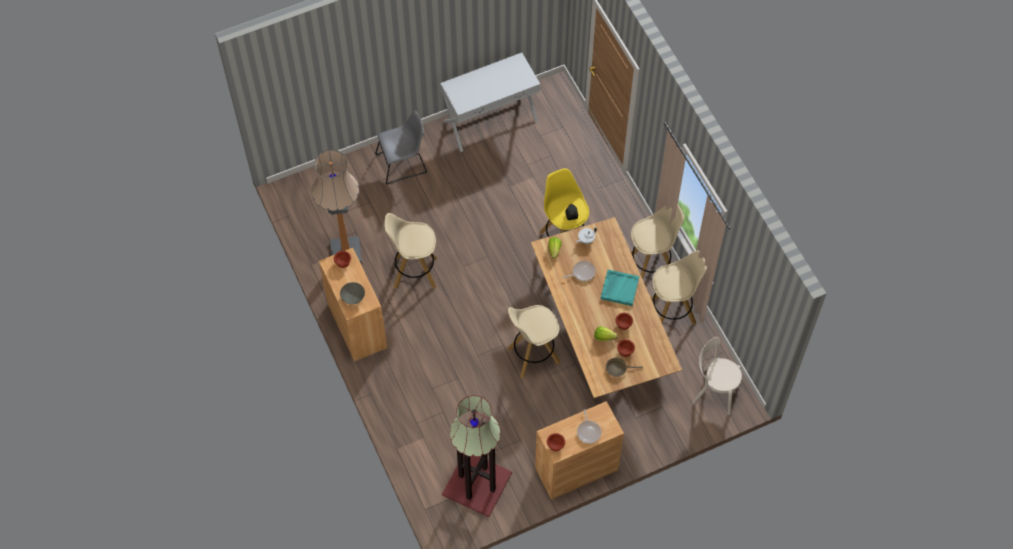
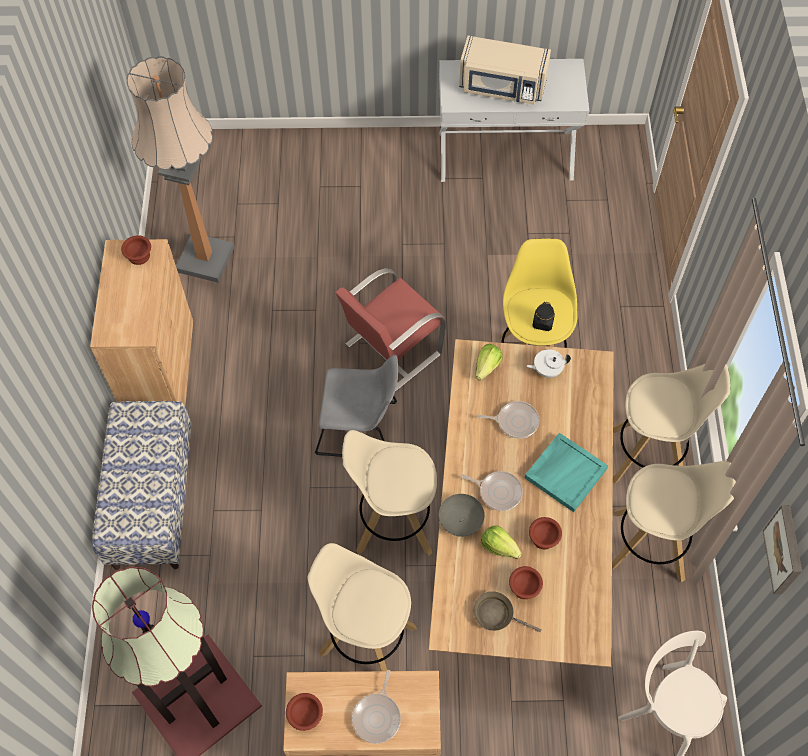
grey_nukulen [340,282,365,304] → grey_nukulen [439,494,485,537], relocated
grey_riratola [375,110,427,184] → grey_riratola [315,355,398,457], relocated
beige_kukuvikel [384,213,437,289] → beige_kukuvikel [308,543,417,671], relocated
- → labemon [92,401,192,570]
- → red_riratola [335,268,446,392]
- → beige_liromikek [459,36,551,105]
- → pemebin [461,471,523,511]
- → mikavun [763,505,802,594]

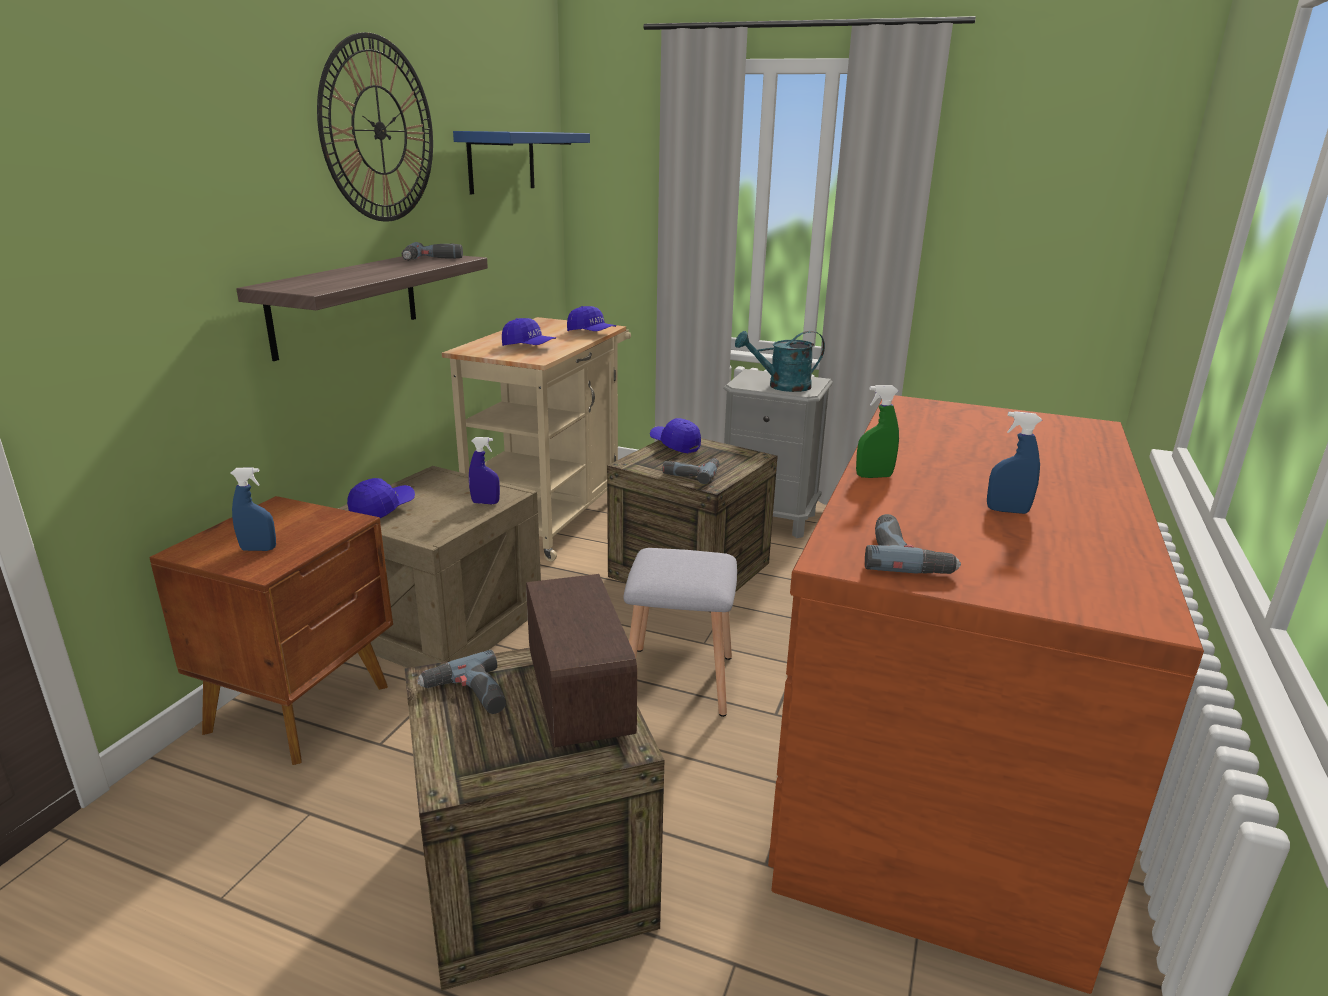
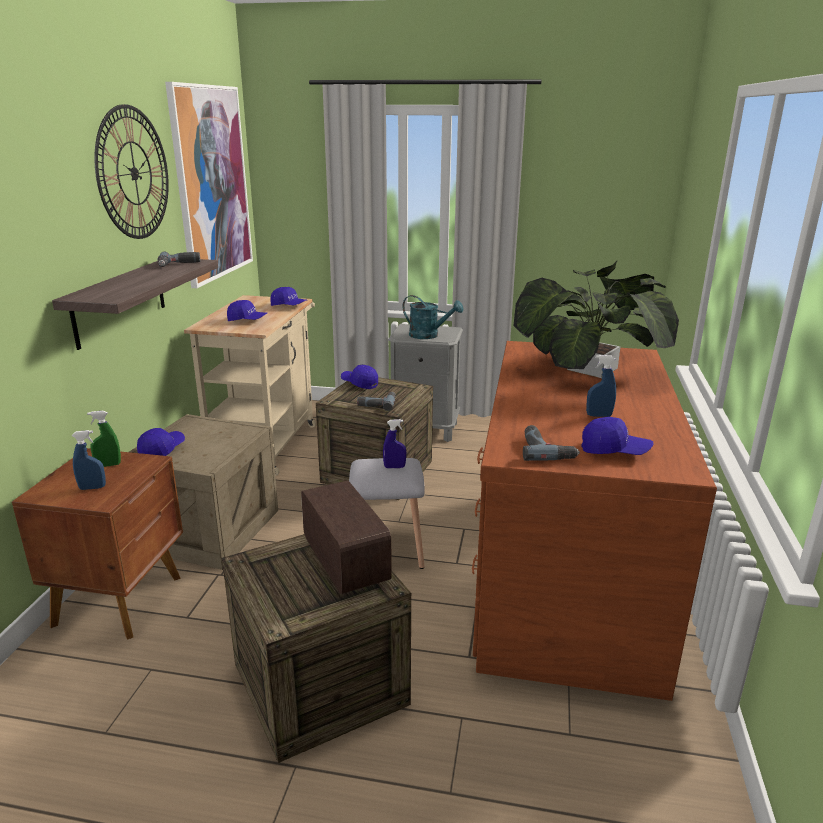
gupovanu [417,650,506,714] → -
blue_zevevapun [453,131,590,194] → mikavun [165,82,253,288]
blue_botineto [469,437,500,504] → blue_botineto [383,419,406,468], relocated
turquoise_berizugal [735,331,825,392] → turquoise_berizugal [403,295,463,339], 135 degrees counterclockwise
green_botineto [856,385,899,478] → green_botineto [87,411,121,467], relocated
- → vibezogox [513,260,679,378]
- → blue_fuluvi [581,417,654,455]

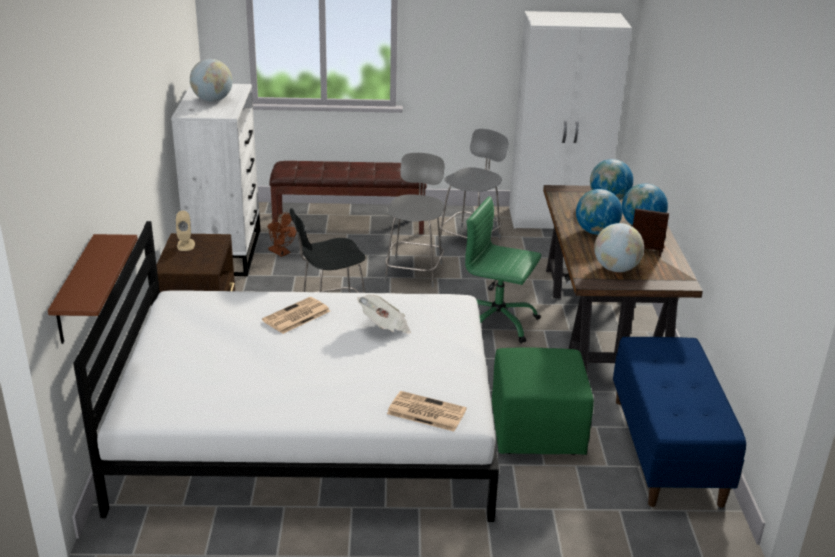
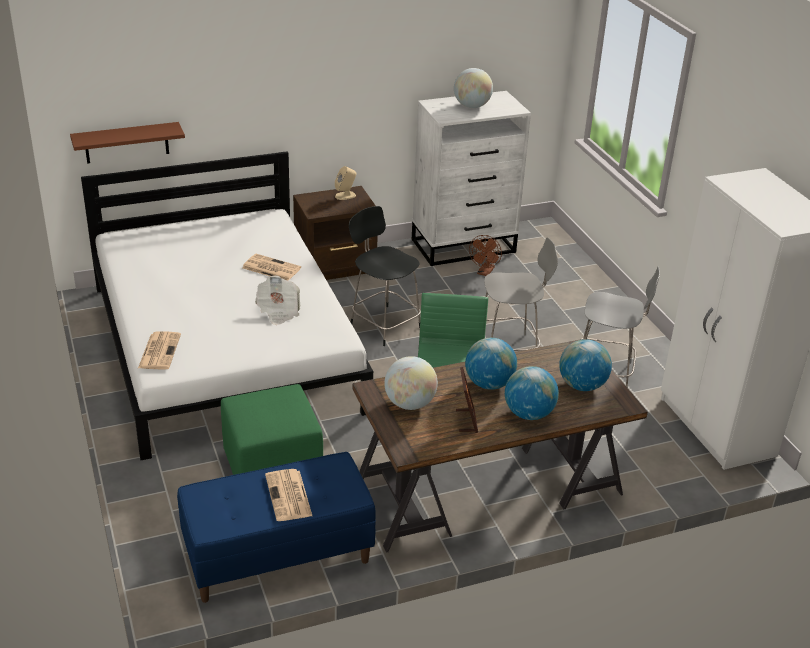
brown_labemon [270,161,427,234] → -
- → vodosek [265,469,312,521]

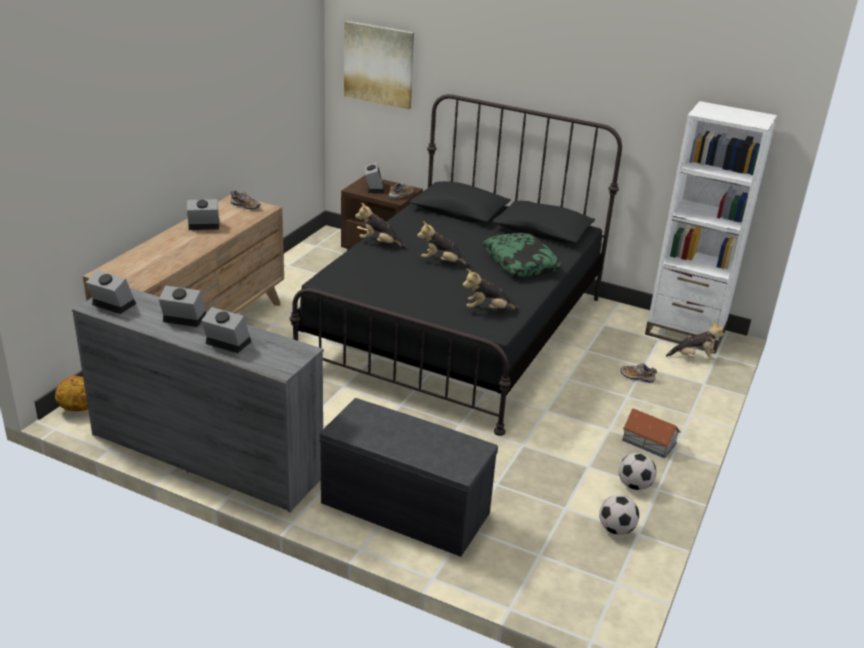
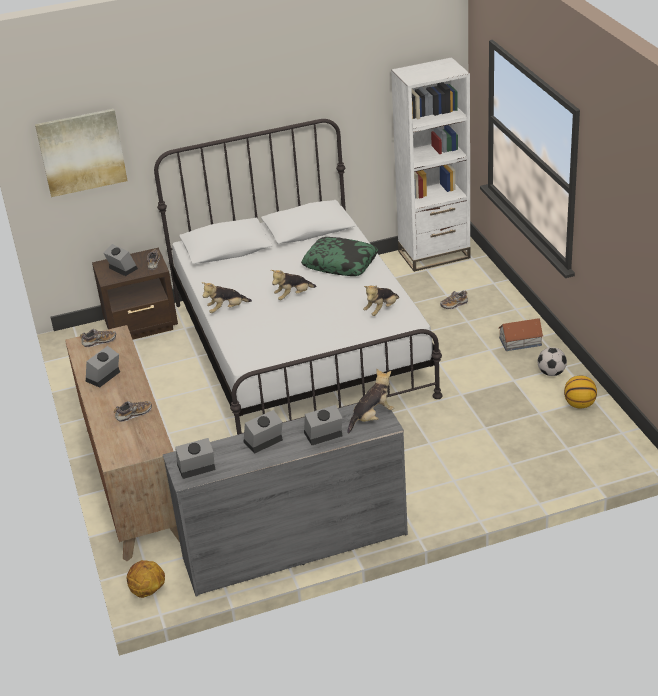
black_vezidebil [290,94,622,436] → white_vezidebil [154,119,442,435]
grey_labemon [319,398,498,557] → -
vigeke [599,495,639,535] → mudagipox [564,375,597,409]
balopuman [666,321,724,360] → balopuman [348,369,394,433], relocated
- → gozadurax [114,401,152,422]

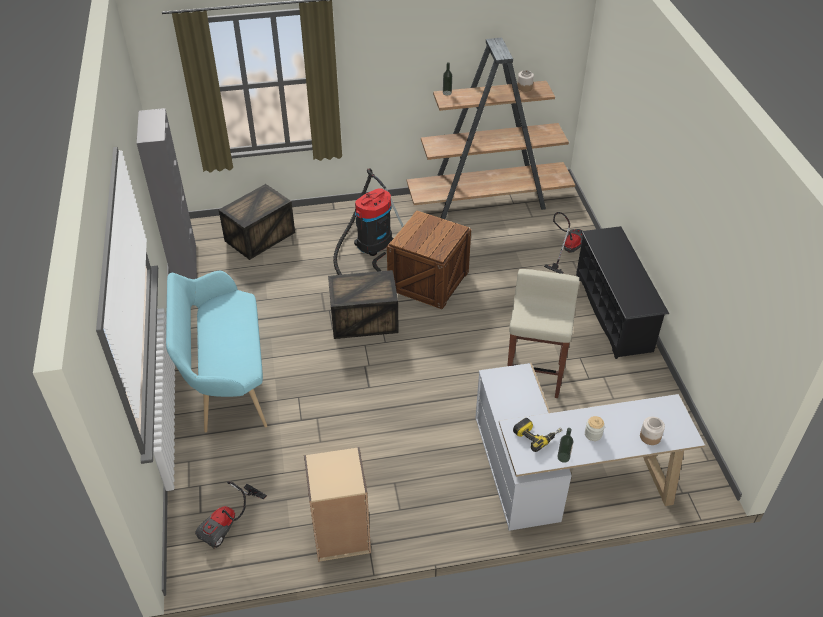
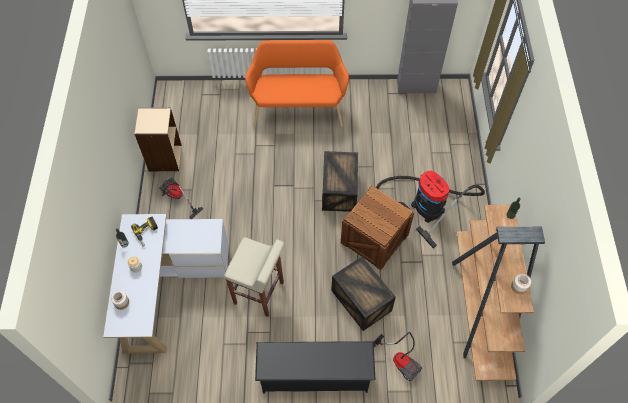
turquoise_labemon [166,271,267,432] → orange_labemon [245,40,349,127]
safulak [195,481,267,548] → safulak [159,178,204,219], relocated
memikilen [219,184,295,260] → memikilen [331,257,396,331], relocated

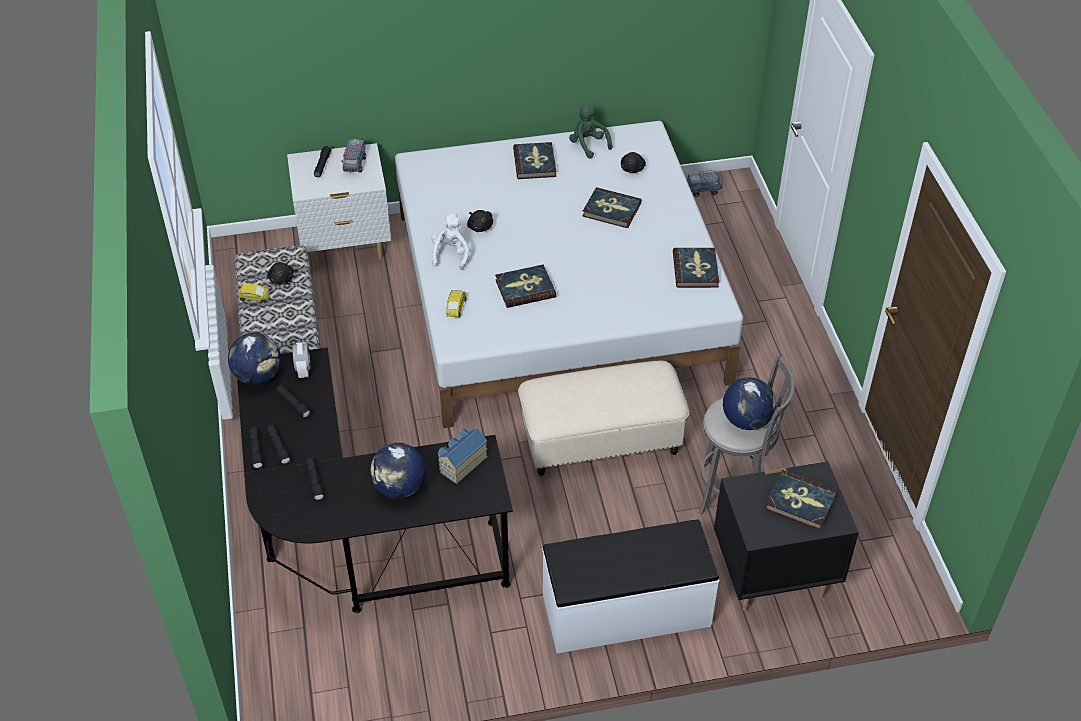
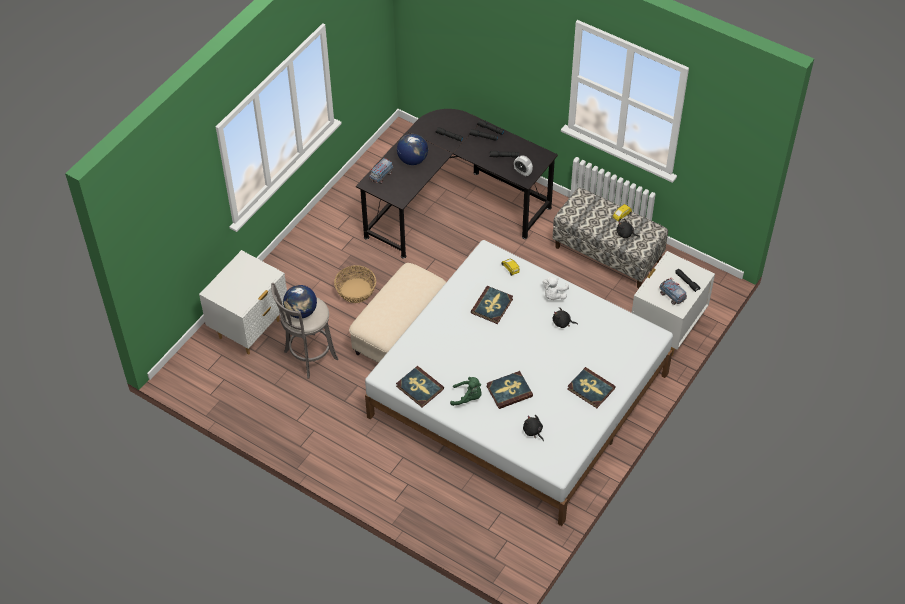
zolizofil [228,333,281,385] → -
white_balopuman [431,213,469,270] → white_balopuman [543,277,569,300], 60 degrees clockwise
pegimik [437,428,488,484] → -
white_labemon [542,519,719,653] → -
green_balopuman [569,106,612,159] → green_balopuman [450,377,482,406], relocated
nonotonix [687,170,722,197] → nonotonix [369,157,393,184], relocated
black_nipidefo [714,461,859,611] → white_nipidefo [199,250,287,354]
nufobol [765,470,838,531] → -
- → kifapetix [334,265,376,303]

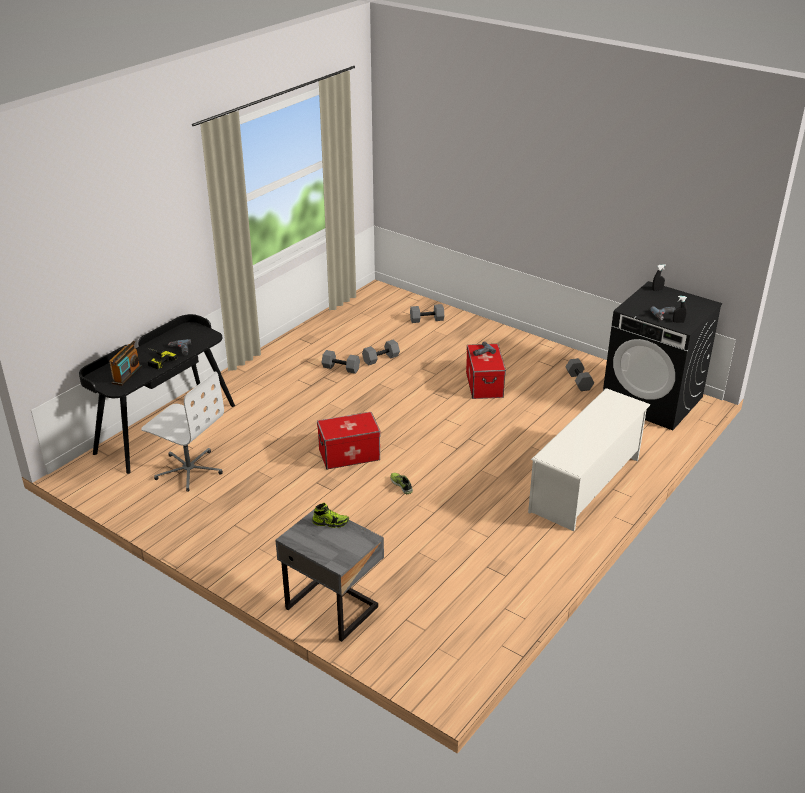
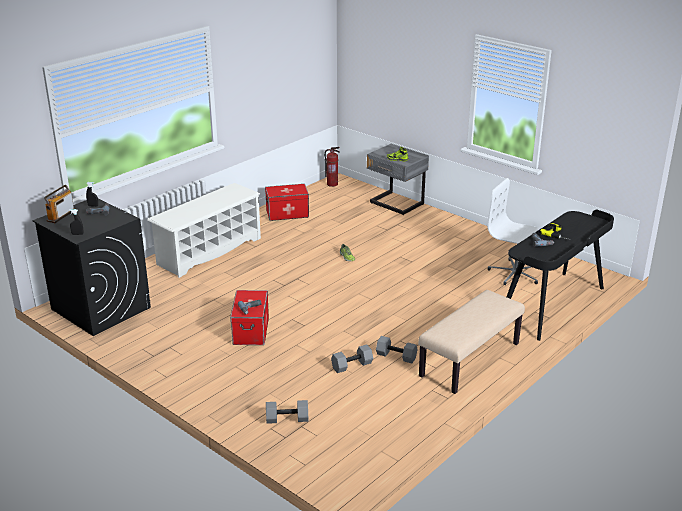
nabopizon [109,341,142,386] → nabopizon [44,185,76,223], relocated
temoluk [317,412,380,469] → temoluk [265,184,309,221], relocated
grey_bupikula [565,358,594,391] → -
- → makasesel [324,147,340,187]
- → beige_labemon [418,290,525,394]

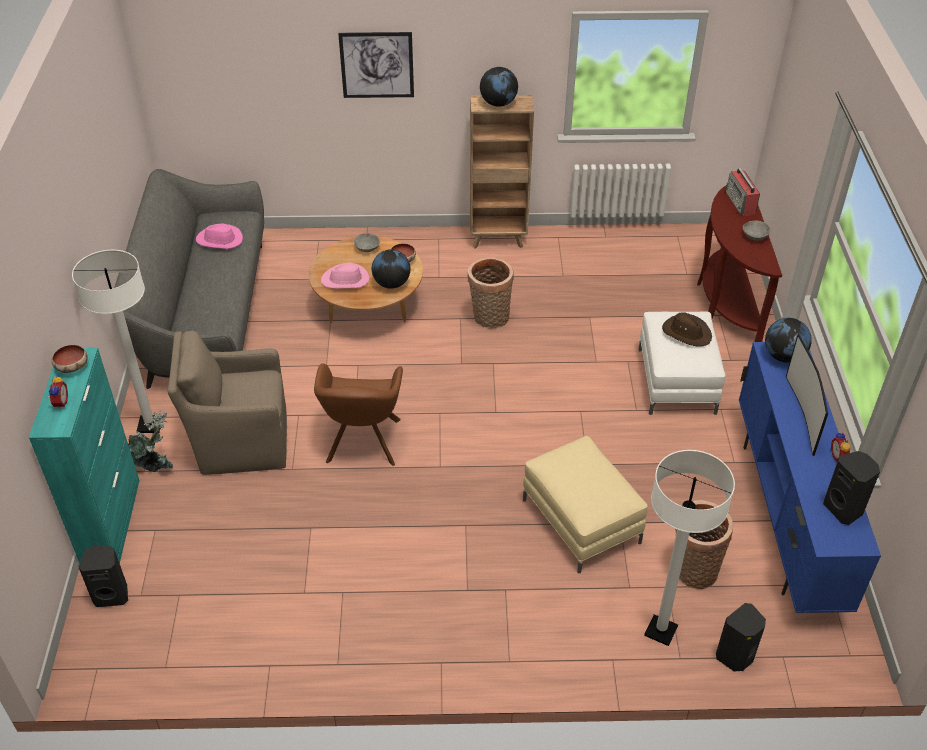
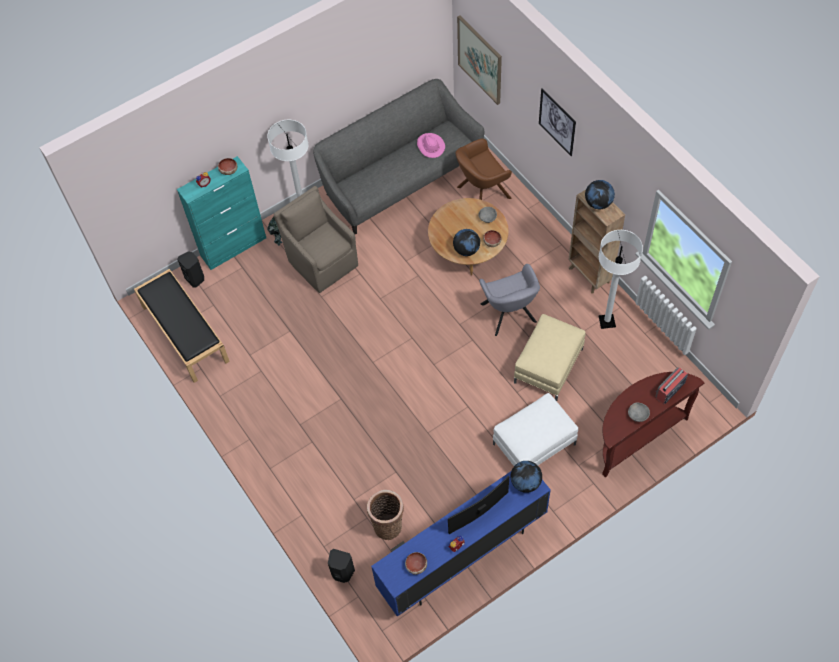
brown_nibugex [314,363,403,466] → brown_nibugex [455,138,512,200], relocated
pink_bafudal [321,263,369,289] → -
kifapetix [468,257,514,329] → grey_nibugex [479,264,540,336]
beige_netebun [523,436,648,574] → beige_netebun [514,314,585,401], relocated
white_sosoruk [644,450,735,646] → white_sosoruk [599,230,643,329], relocated
brown_bafudal [662,312,712,347] → -
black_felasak [823,451,880,525] → nukulen [405,552,427,575]
- → black_labemon [134,269,230,383]
- → mikavun [457,15,502,105]

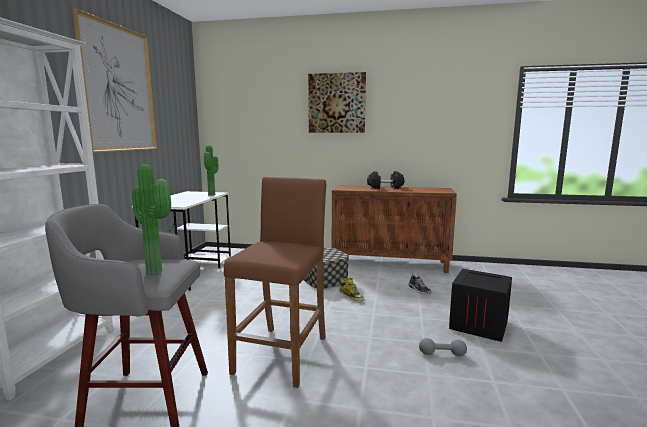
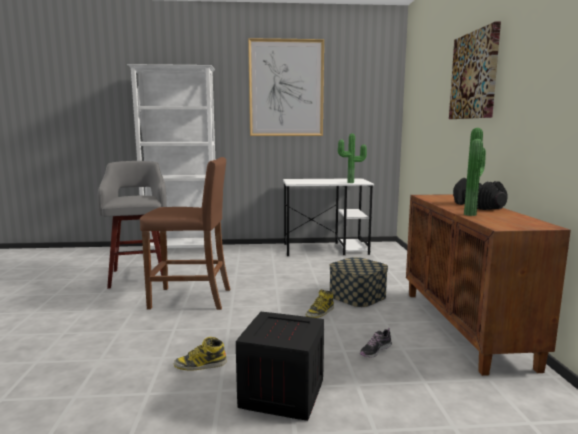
vibezogox [132,164,171,274] → vibezogox [464,128,486,216], relocated
grey_bupikula [419,338,467,356] → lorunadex [174,337,227,371]

